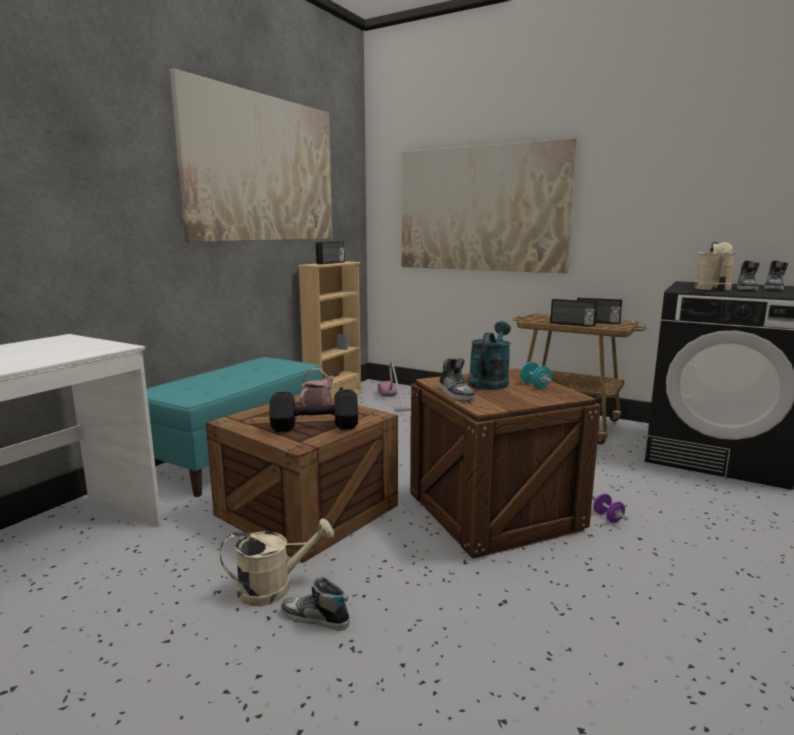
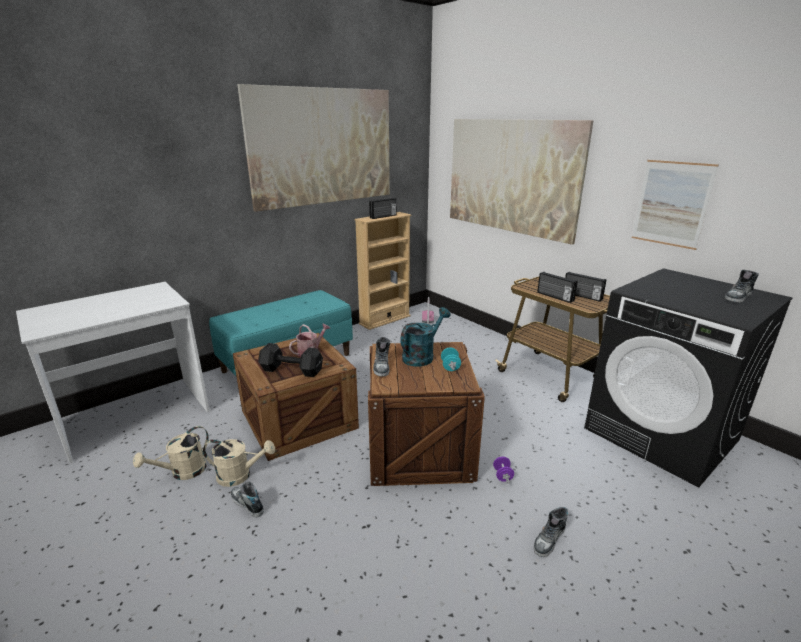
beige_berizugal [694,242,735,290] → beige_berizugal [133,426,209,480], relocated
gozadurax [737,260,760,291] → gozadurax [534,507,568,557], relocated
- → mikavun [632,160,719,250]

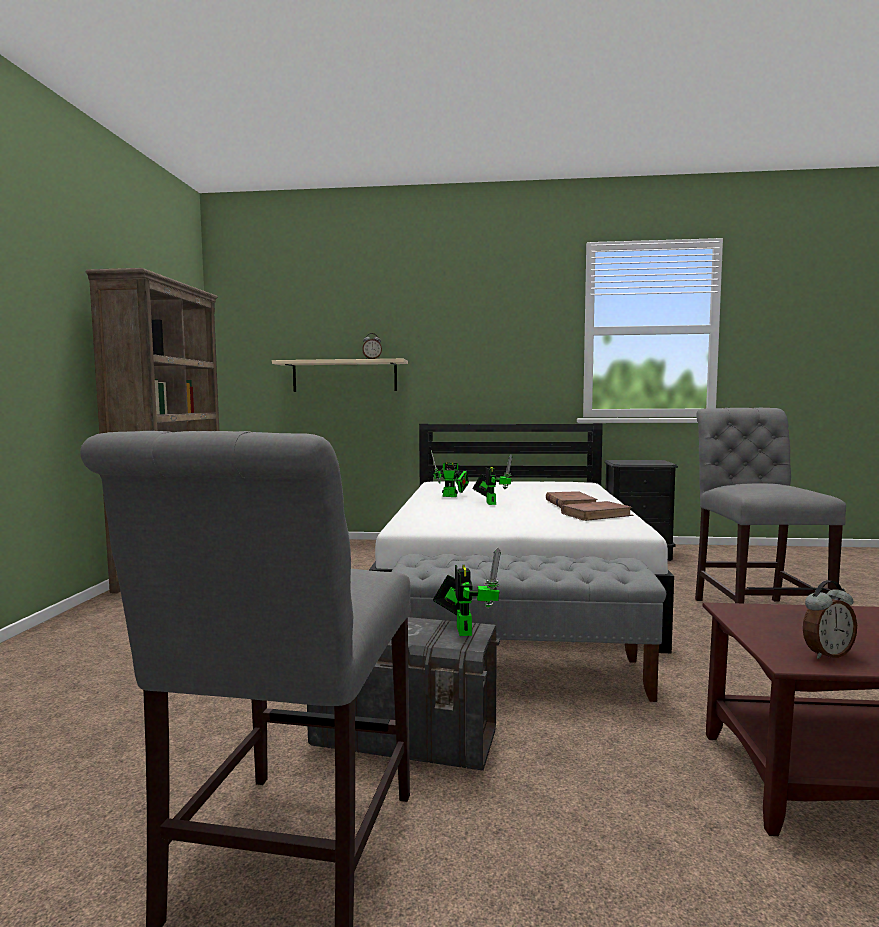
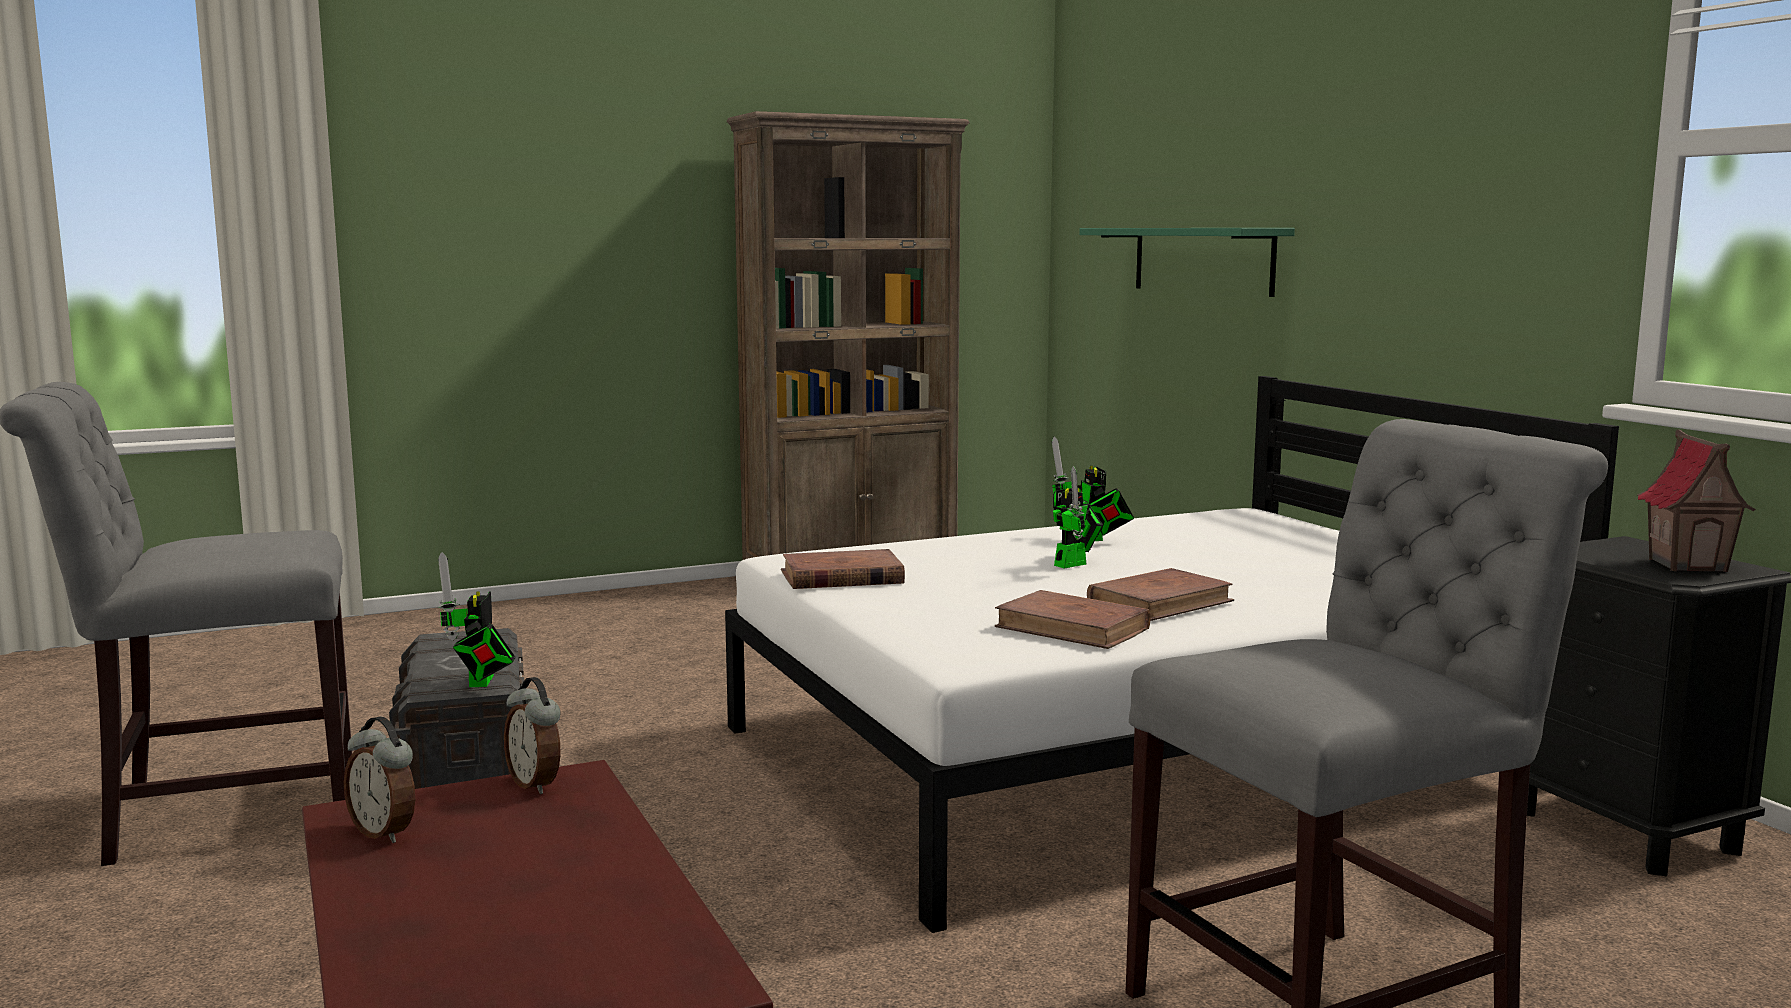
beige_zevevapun [272,359,408,392] → green_zevevapun [1079,228,1295,297]
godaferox [362,333,382,359] → godaferox [504,677,561,794], relocated
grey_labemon [392,554,666,702] → -
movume [433,548,501,636] → movume [437,552,515,687], 120 degrees clockwise
- → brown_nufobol [781,549,905,589]
- → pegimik [1637,430,1756,572]

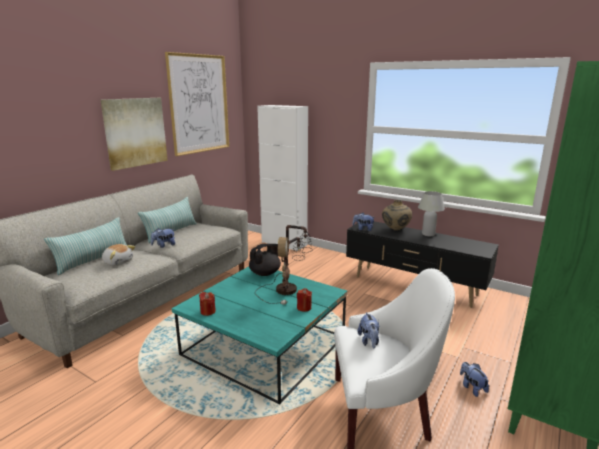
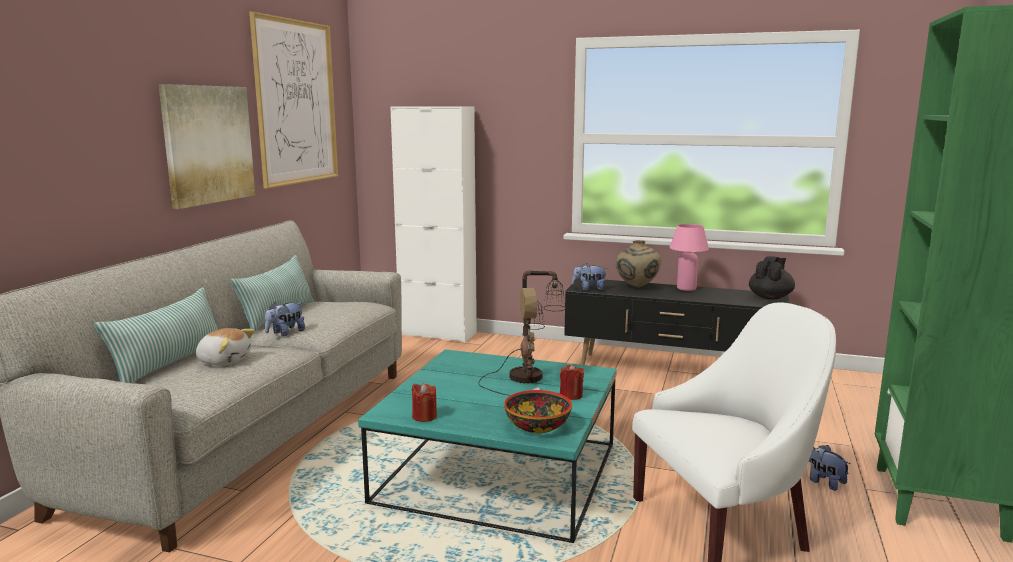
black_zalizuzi [249,244,281,276] → black_zalizuzi [749,256,795,300], relocated
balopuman [357,312,379,348] → -
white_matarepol [418,191,445,236] → pink_matarepol [669,224,709,291]
- → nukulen [504,390,572,433]

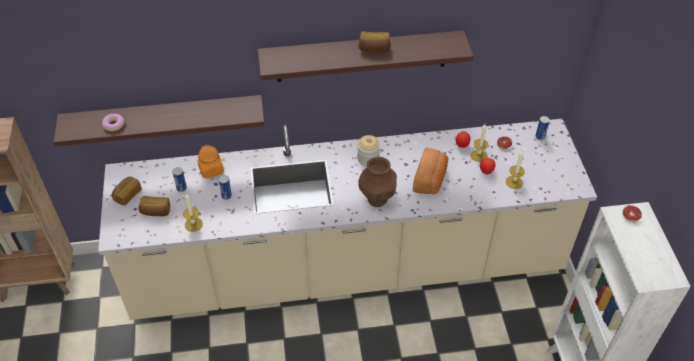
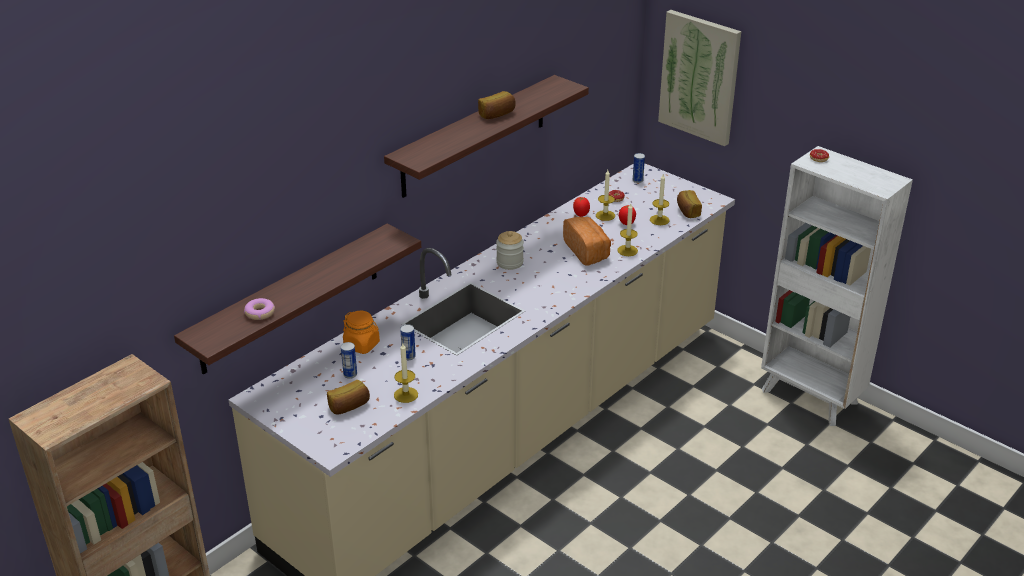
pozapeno [112,177,142,205] → pozapeno [677,190,702,218], relocated
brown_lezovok [358,157,397,207] → -
- → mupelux [617,204,638,256]
- → mikavun [658,10,741,146]

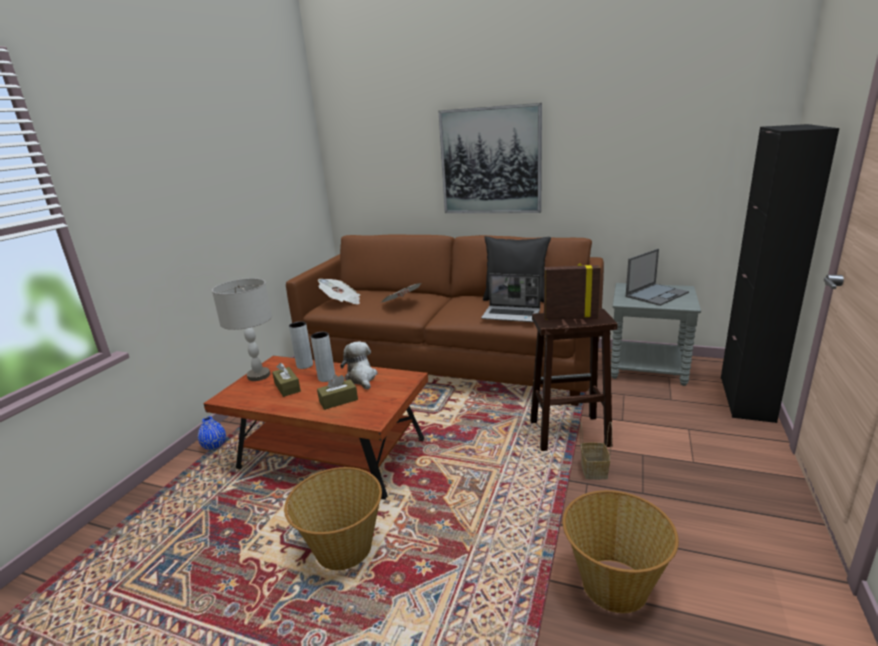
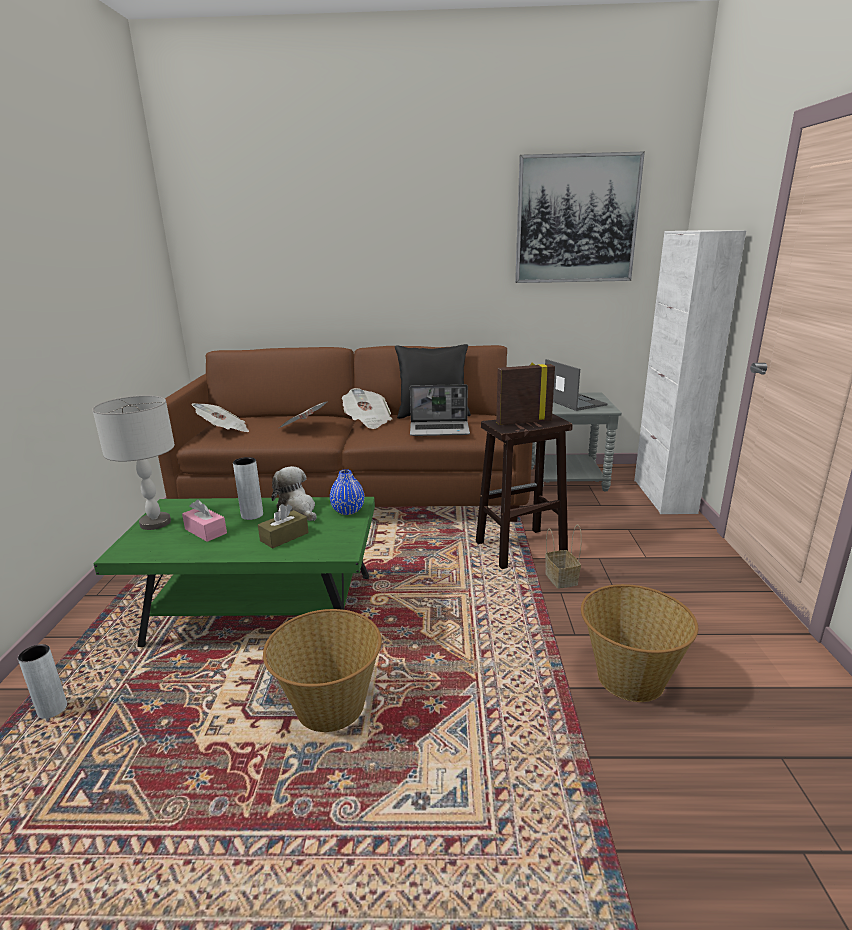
blue_lezovok [198,416,226,450] → blue_lezovok [330,469,364,515], relocated
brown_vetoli [203,356,428,500] → green_vetoli [93,497,375,647]
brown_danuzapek [272,363,301,397] → pink_danuzapek [182,499,227,542]
grey_lezovok [289,321,313,369] → grey_lezovok [18,644,67,719], relocated
mikavun [438,103,542,213] → mikavun [515,152,645,283], relocated
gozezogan [625,249,689,306] → gozezogan [545,359,608,411], 60 degrees counterclockwise
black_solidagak [721,124,839,423] → white_solidagak [634,230,746,514]
- → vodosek [342,388,392,429]

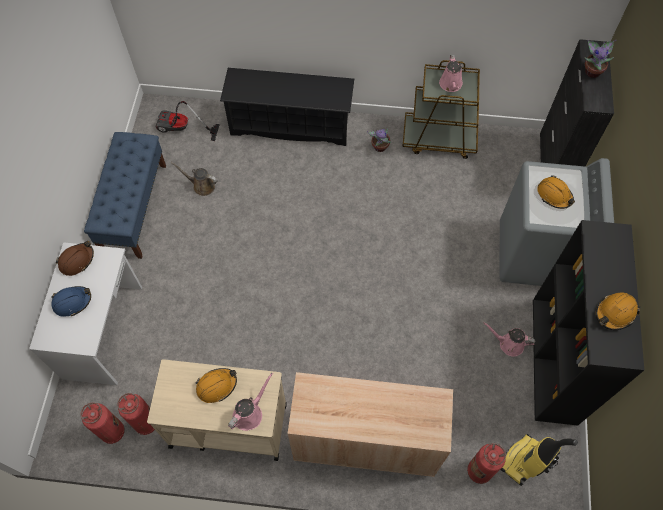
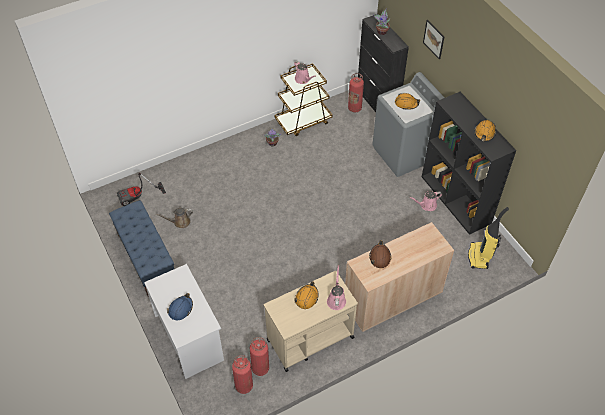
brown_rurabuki [56,241,94,276] → brown_rurabuki [369,240,392,268], relocated
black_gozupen [220,68,354,146] → -
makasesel [467,443,506,484] → makasesel [348,73,364,112], relocated
- → mikavun [423,20,445,60]

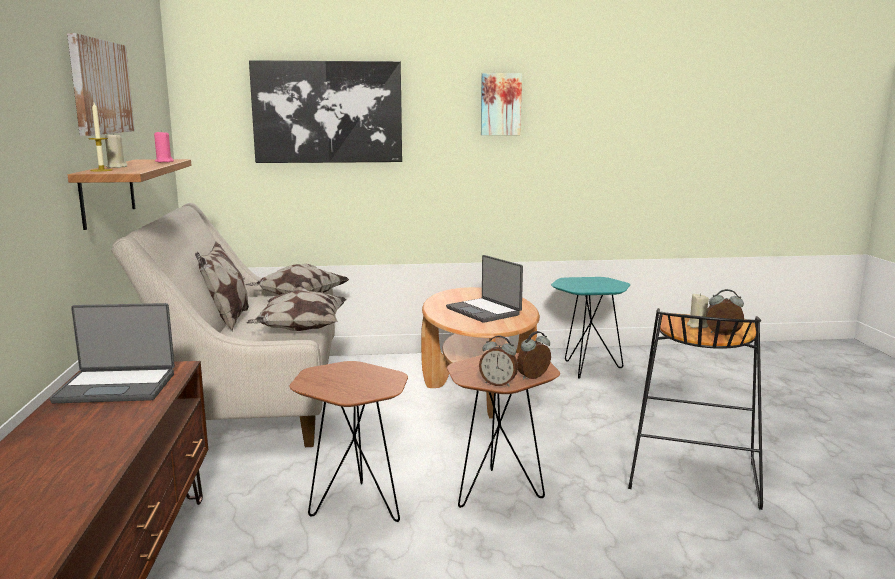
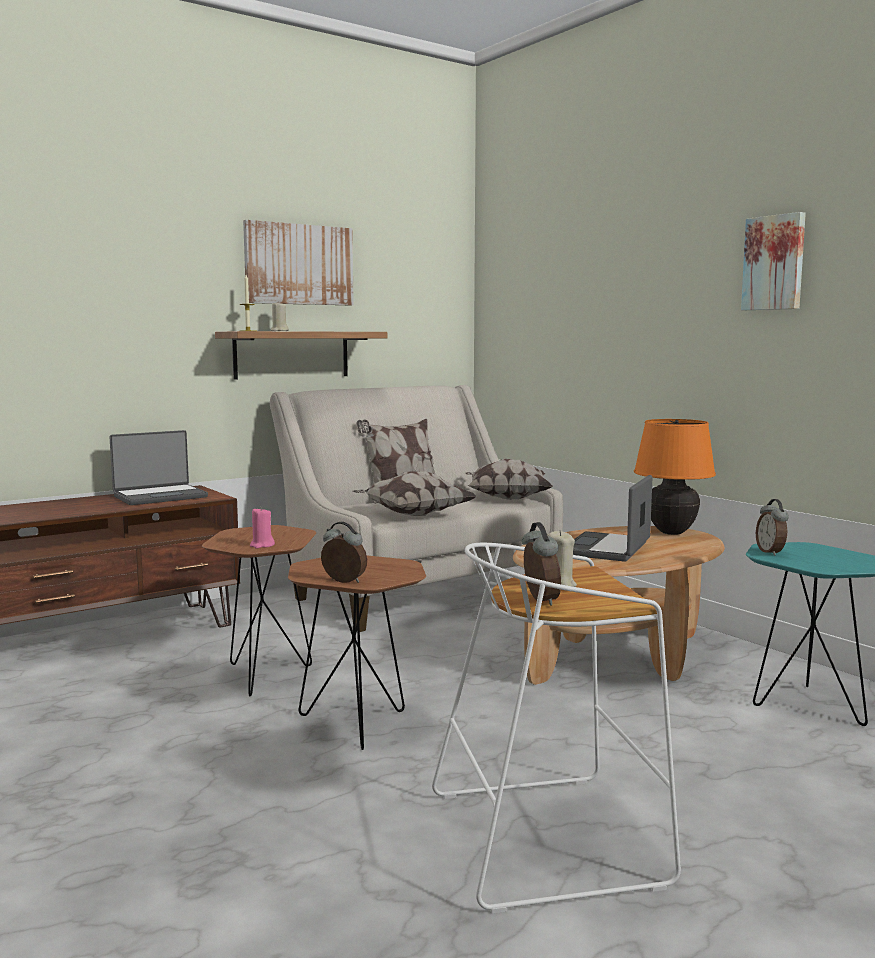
gozezogan [50,303,175,403] → gozezogan [110,430,208,505], 90 degrees counterclockwise
pink_mupelux [154,130,174,162] → pink_mupelux [250,508,275,548], relocated
mikavun [249,60,402,163] → -
godaferox [479,336,518,387] → godaferox [756,499,789,556], relocated
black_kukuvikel [628,308,763,510] → white_kukuvikel [432,543,681,914]
- → orange_matarepol [634,419,716,535]

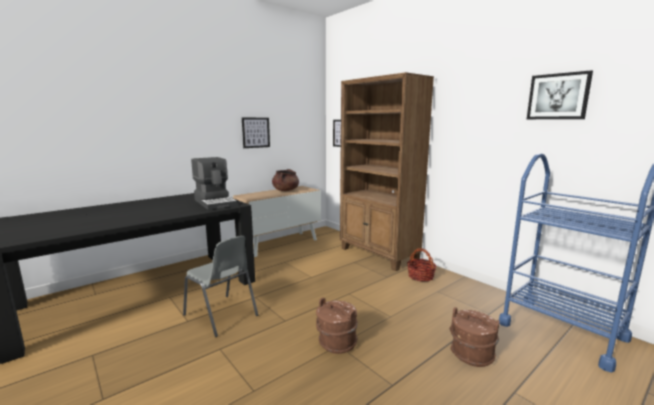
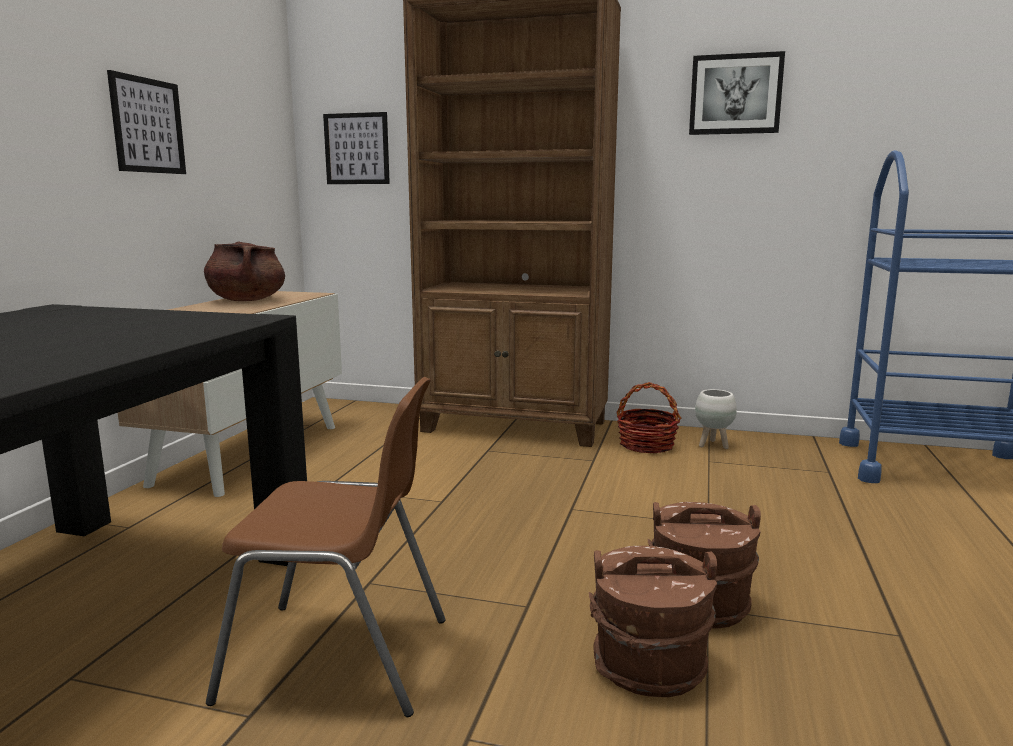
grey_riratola [183,236,258,337] → brown_riratola [206,377,446,717]
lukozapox [191,157,237,210] → -
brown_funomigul [449,307,500,367] → brown_funomigul [589,546,717,697], relocated
mikavun [527,70,593,119] → mikavun [689,51,785,135], relocated
- → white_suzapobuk [695,389,737,449]

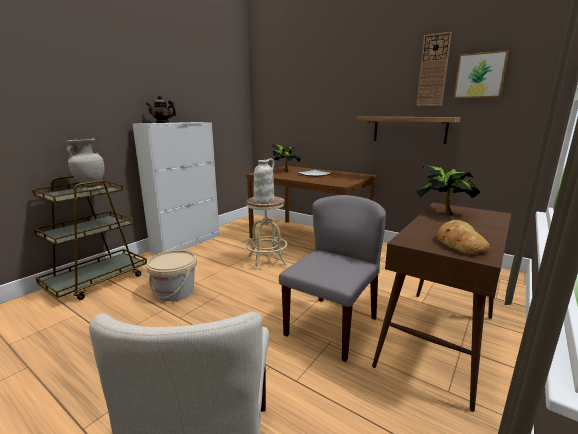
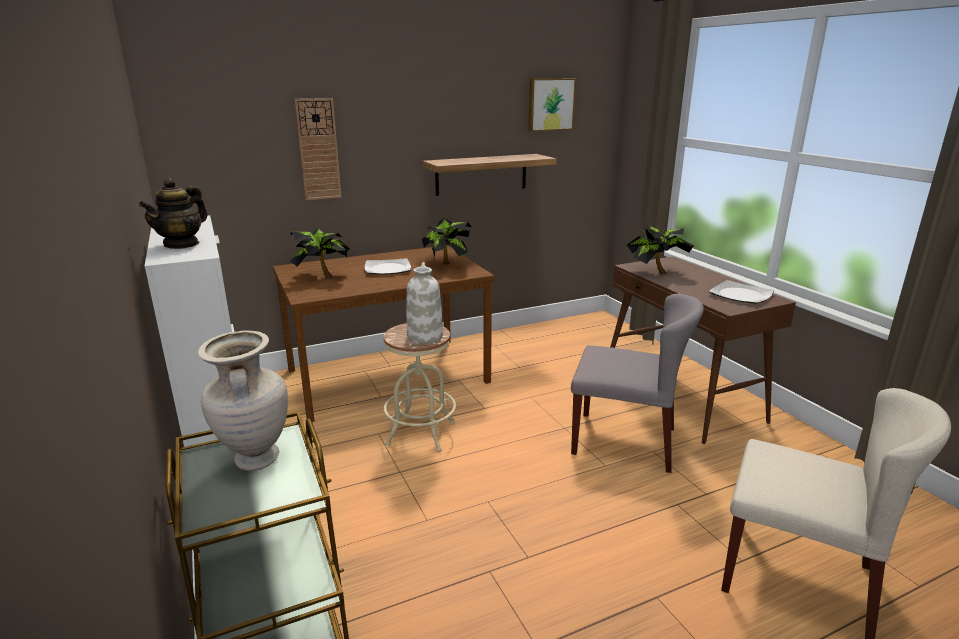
beige_funomigul [146,250,197,302] → -
grey_riratola [279,195,386,362] → grey_riratola [571,294,704,473], 135 degrees clockwise
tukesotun [416,32,452,106] → tukesotun [295,98,342,200], relocated
pozapeno [437,220,489,254] → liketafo [709,280,774,304]
- → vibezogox [422,218,471,265]

